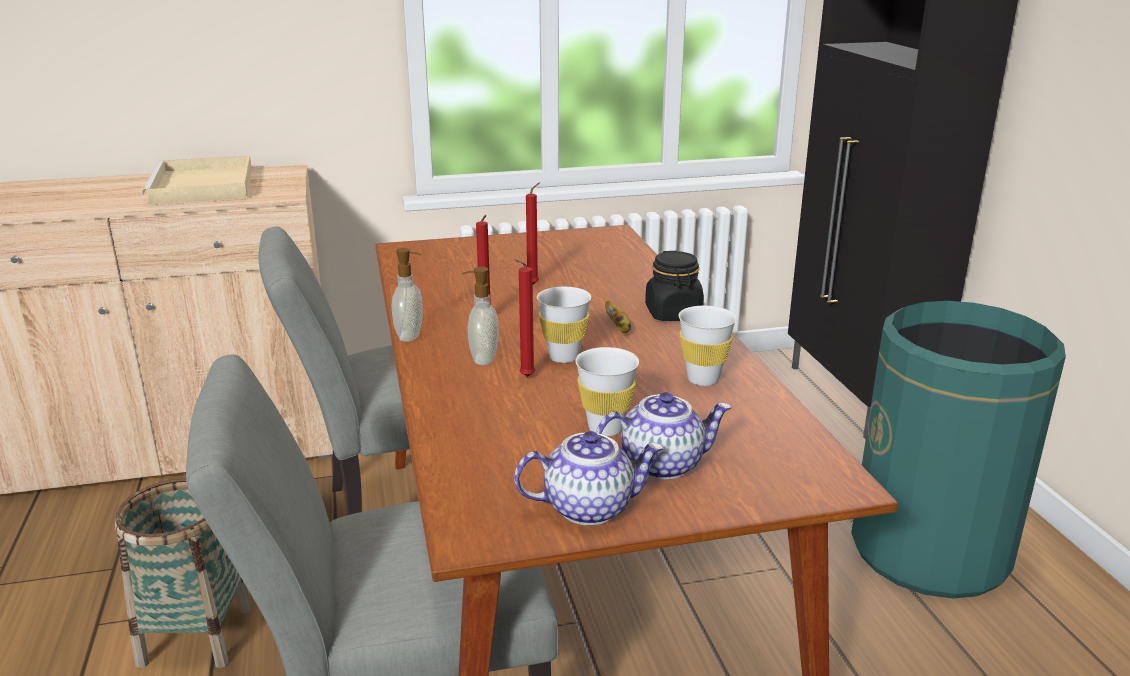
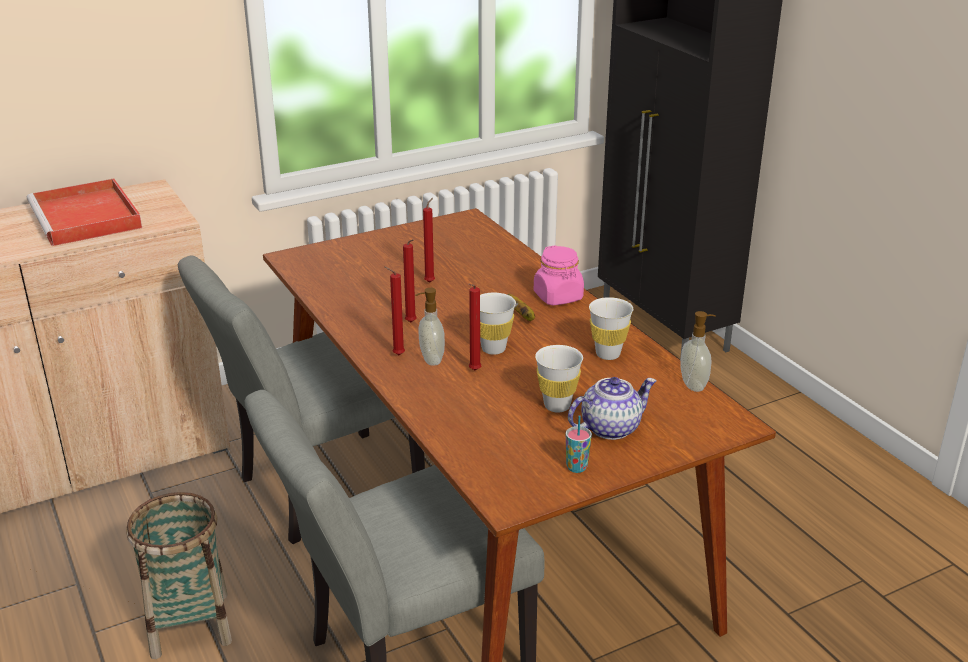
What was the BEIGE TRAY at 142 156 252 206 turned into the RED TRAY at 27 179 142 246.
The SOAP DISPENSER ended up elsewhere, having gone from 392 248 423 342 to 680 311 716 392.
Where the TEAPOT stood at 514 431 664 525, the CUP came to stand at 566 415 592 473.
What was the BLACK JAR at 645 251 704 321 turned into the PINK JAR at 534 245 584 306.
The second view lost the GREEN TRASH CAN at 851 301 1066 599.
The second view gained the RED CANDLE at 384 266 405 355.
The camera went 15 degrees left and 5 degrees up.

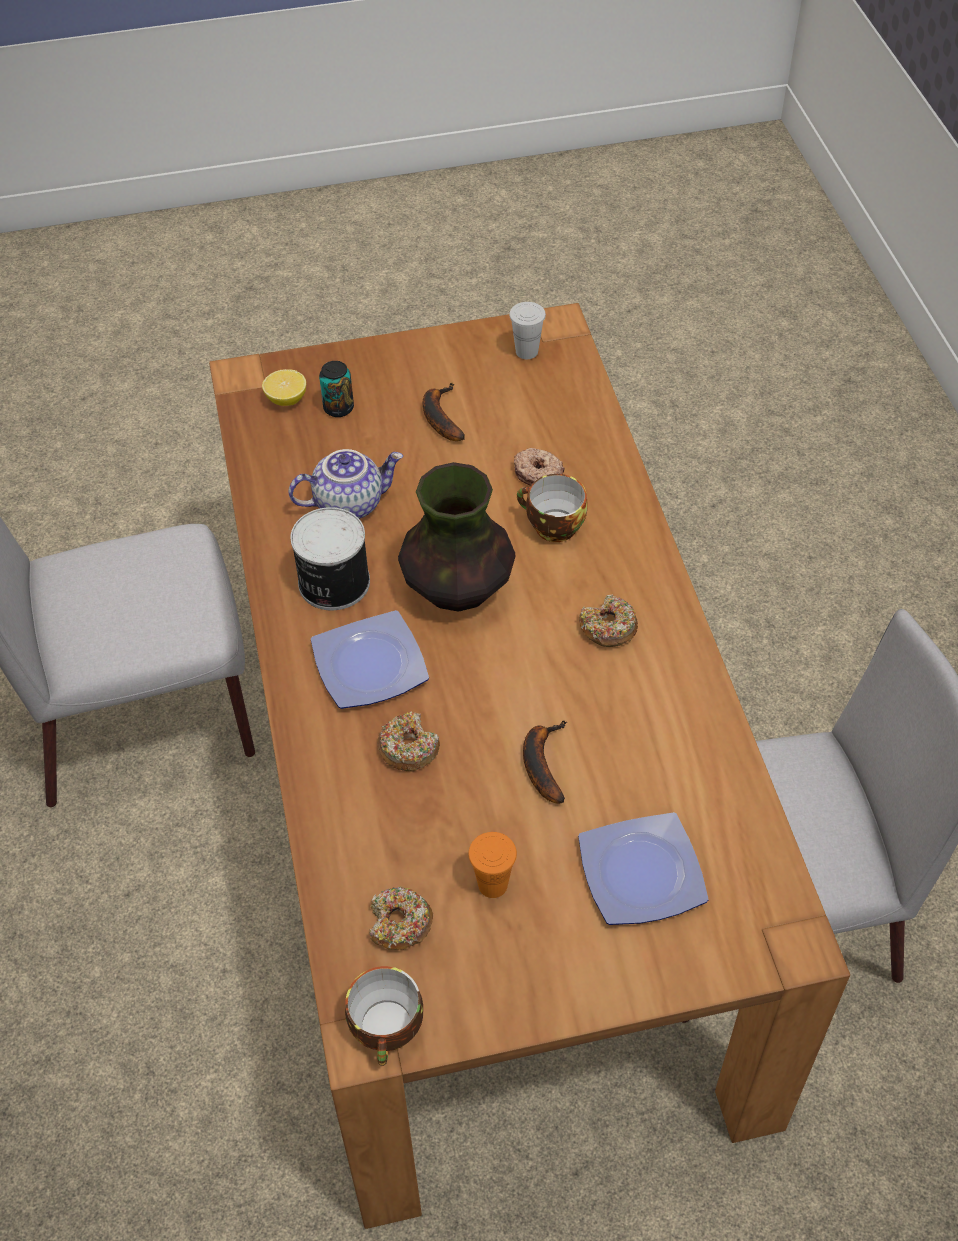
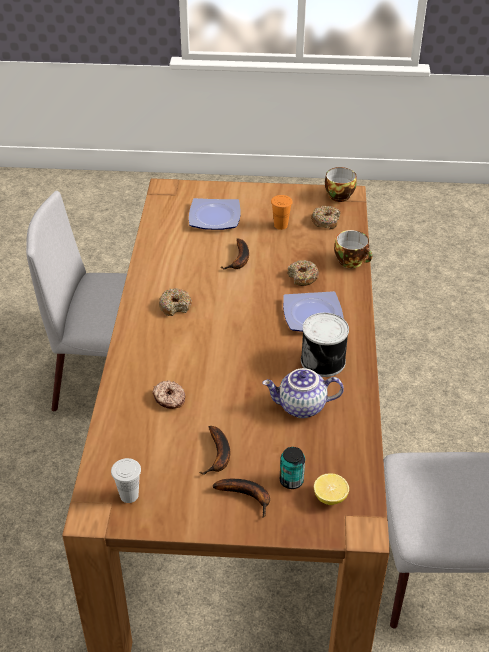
The second view lost the VASE at 398 462 515 612.
The CUP ended up elsewhere, having gone from 517 474 588 542 to 334 230 372 268.
The second view gained the BANANA at 212 479 270 518.
The camera went 165 degrees left and 10 degrees down.

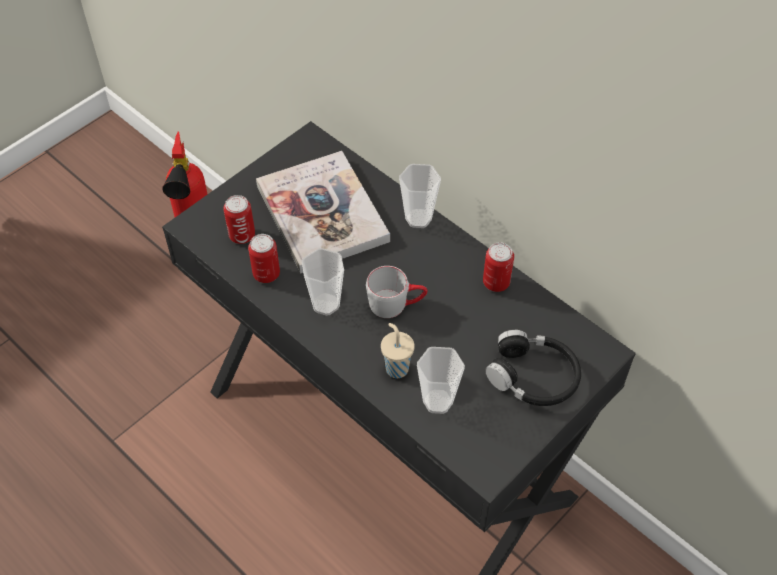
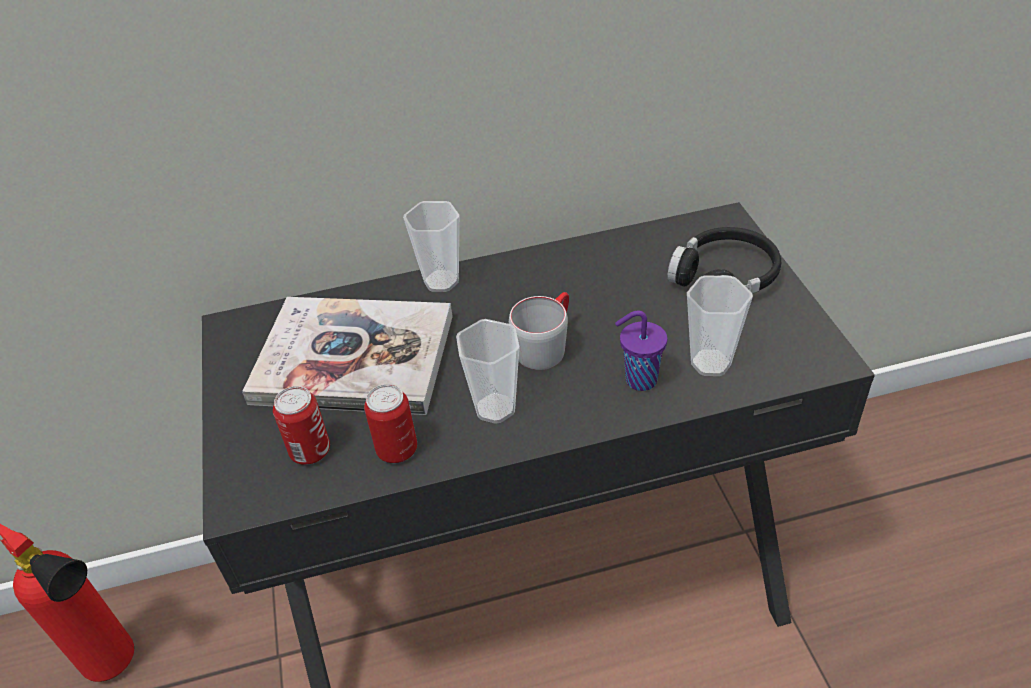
What was the BEIGE CUP at 381 323 415 378 turned into the PURPLE CUP at 615 310 667 391.
The second view lost the CAN at 483 242 514 292.
The camera went 55 degrees left and 10 degrees down.

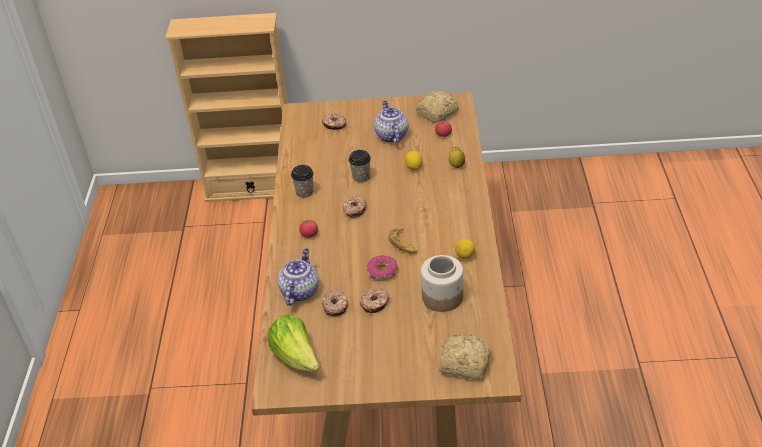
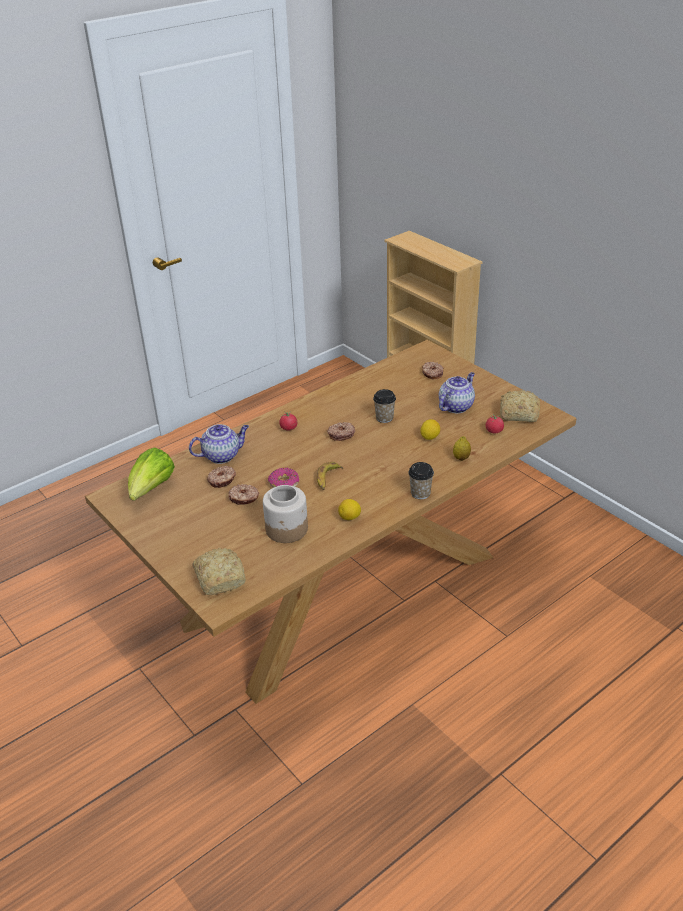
The CUP ended up elsewhere, having gone from 291 165 313 198 to 408 462 434 499.
The camera went 50 degrees right and 5 degrees down.

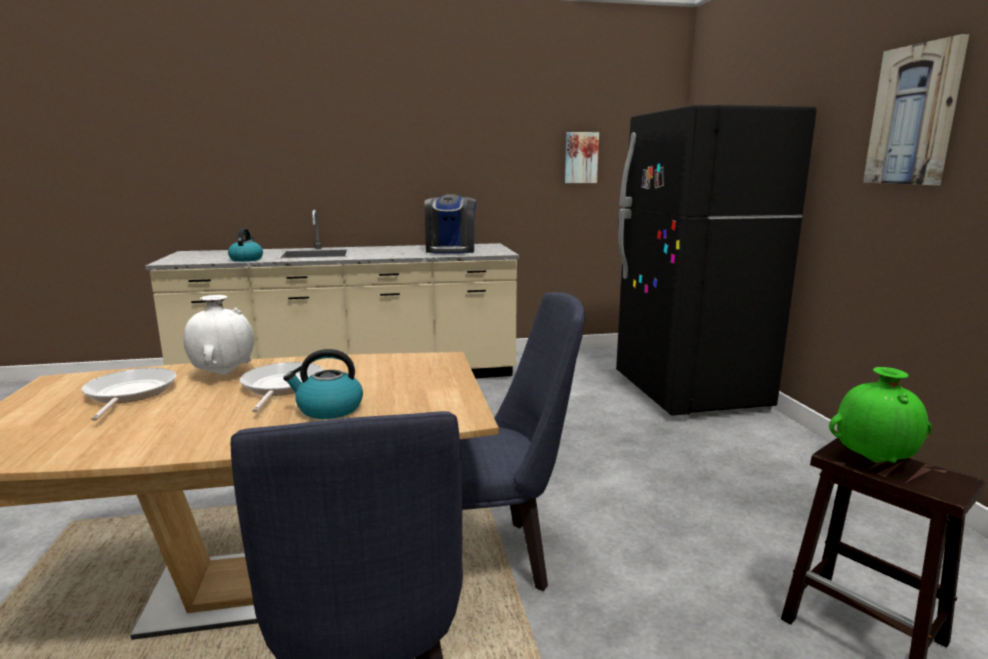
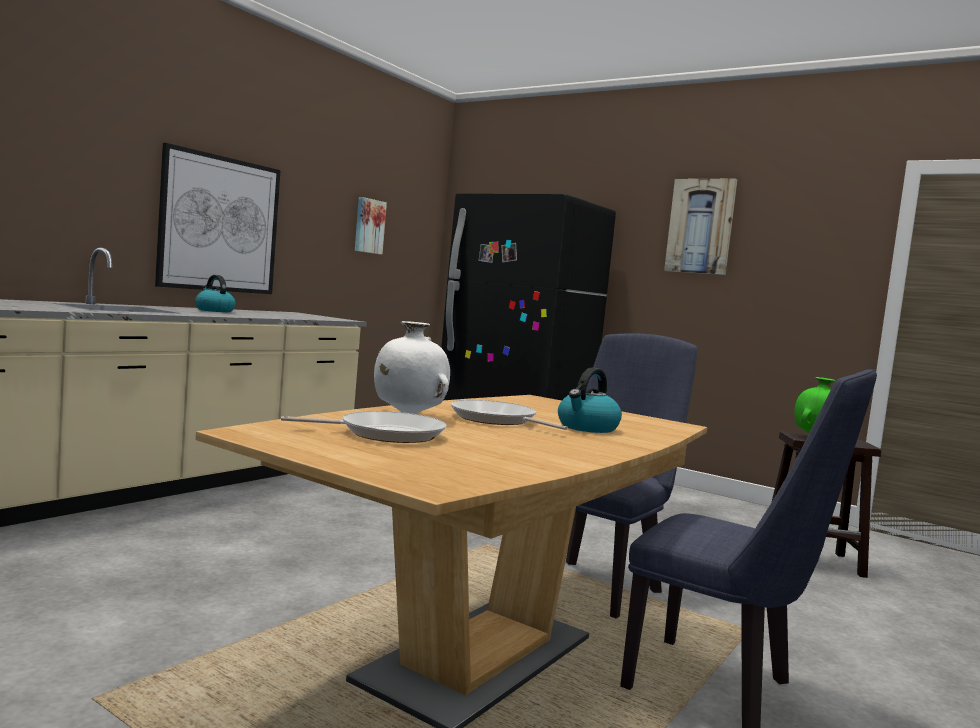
The FRYING PAN at 81 368 176 421 ended up facing another way, 135 degrees clockwise from before.
The KETTLE ended up elsewhere, having gone from 228 228 263 262 to 195 275 235 312.
The second view lost the COFFEE MACHINE at 425 194 476 254.
The second view gained the PICTURE at 155 143 281 294.
The camera went 45 degrees left and 10 degrees down.

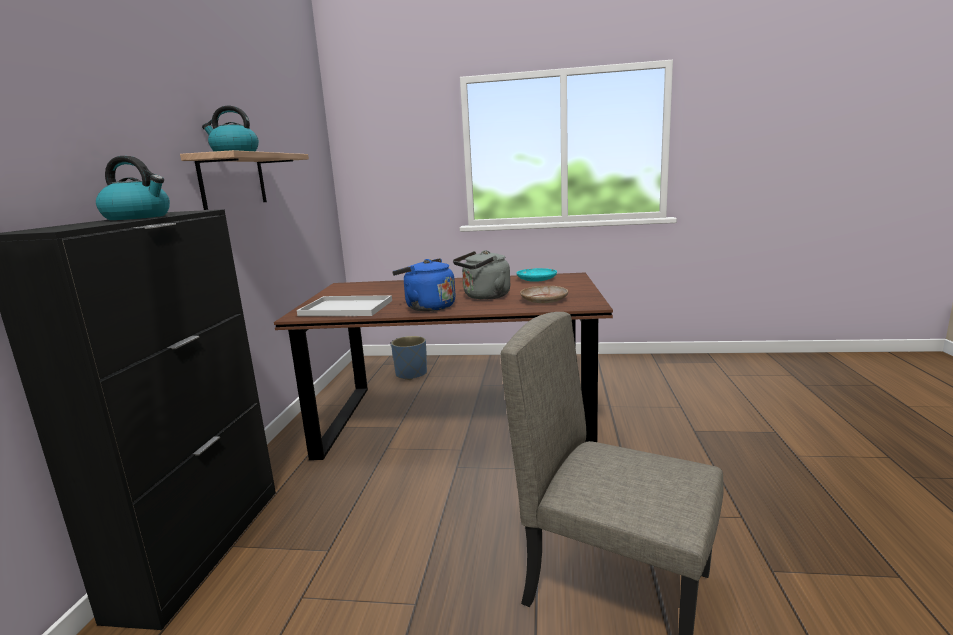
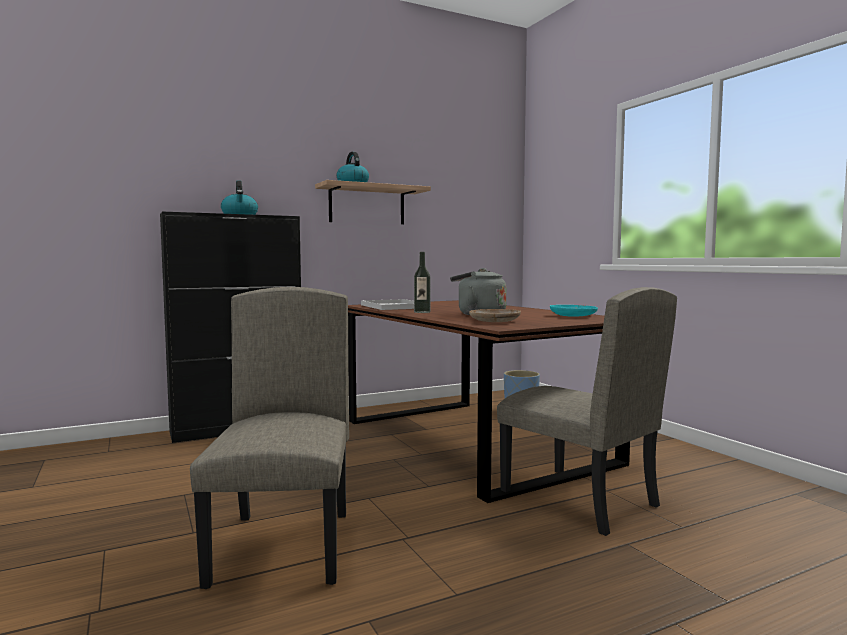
Where the BLUE KETTLE stood at 392 258 456 312, the BOTTLE came to stand at 414 252 431 313.
The second view gained the BEIGE CHAIR at 497 287 677 536.
The camera went 55 degrees right and 10 degrees down.

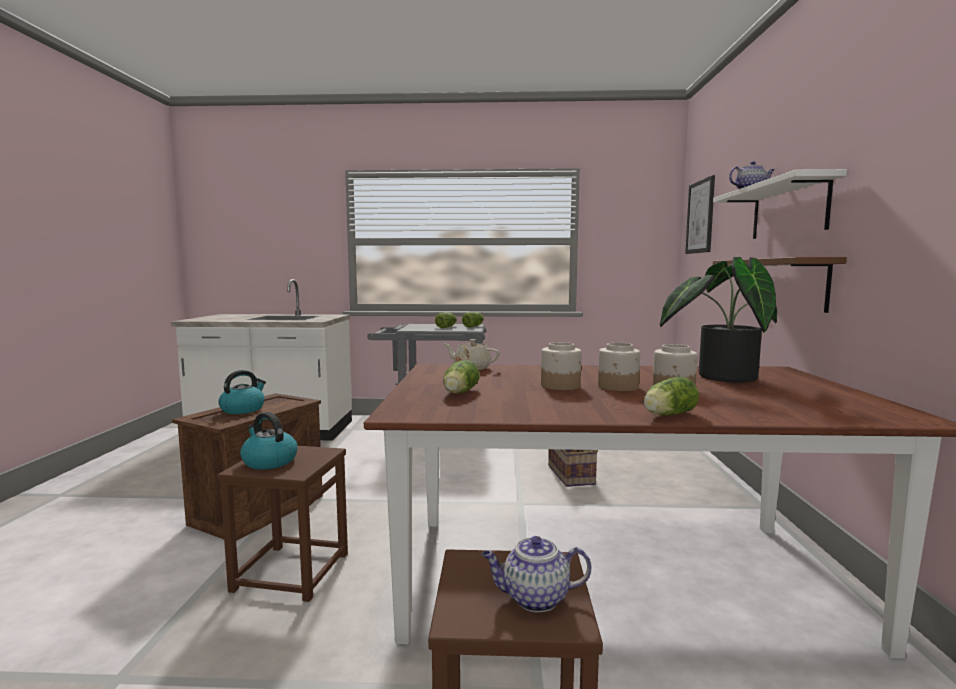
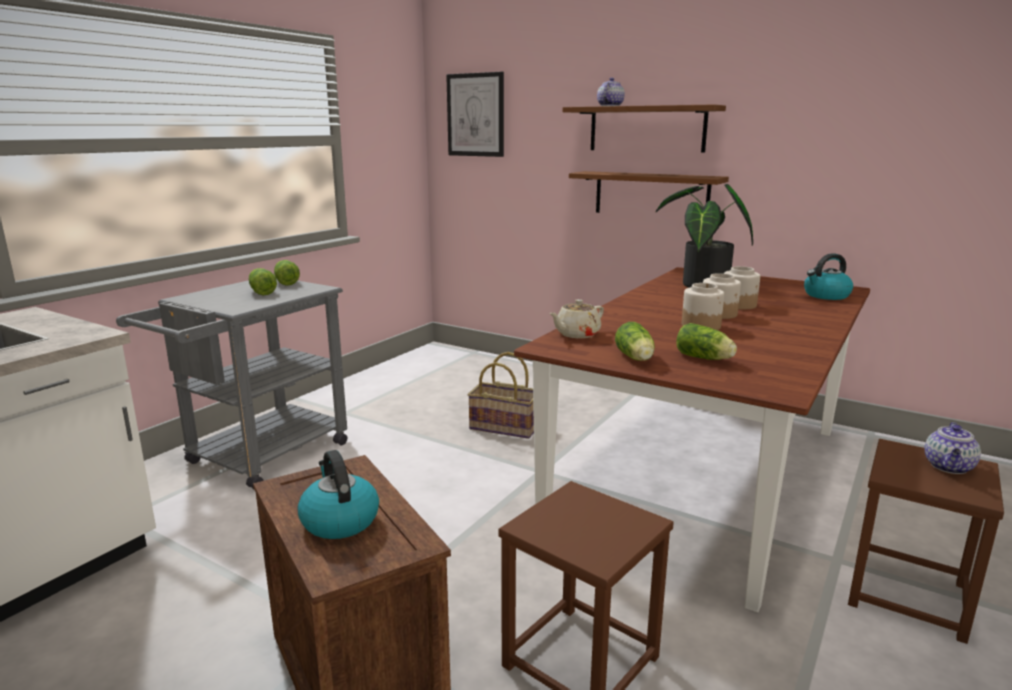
The KETTLE ended up elsewhere, having gone from 240 412 298 469 to 804 253 853 300.
The LETTUCE ended up elsewhere, having gone from 644 377 699 415 to 615 322 655 361.
What was the WHITE SHELF at 713 169 847 239 turned into the BROWN SHELF at 563 104 726 153.
The camera went 60 degrees left and 10 degrees up.

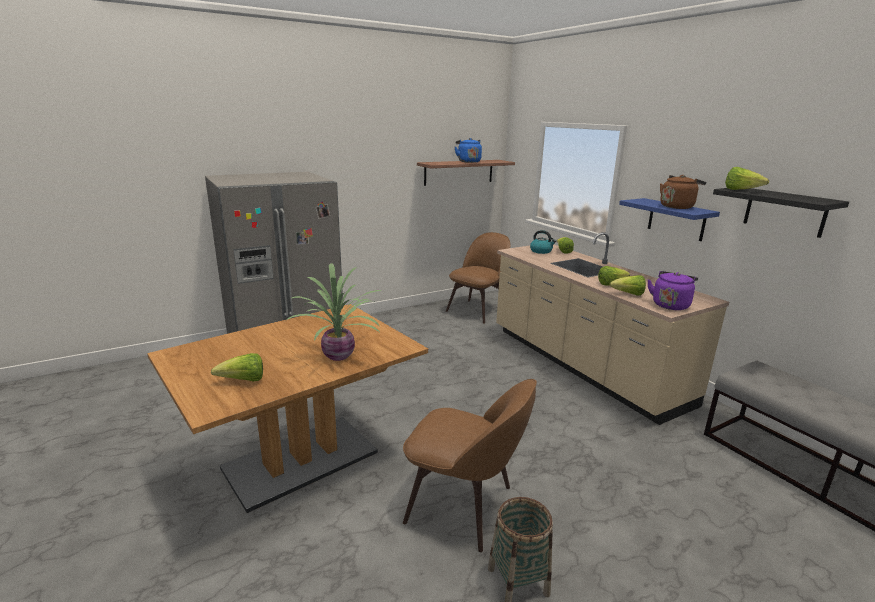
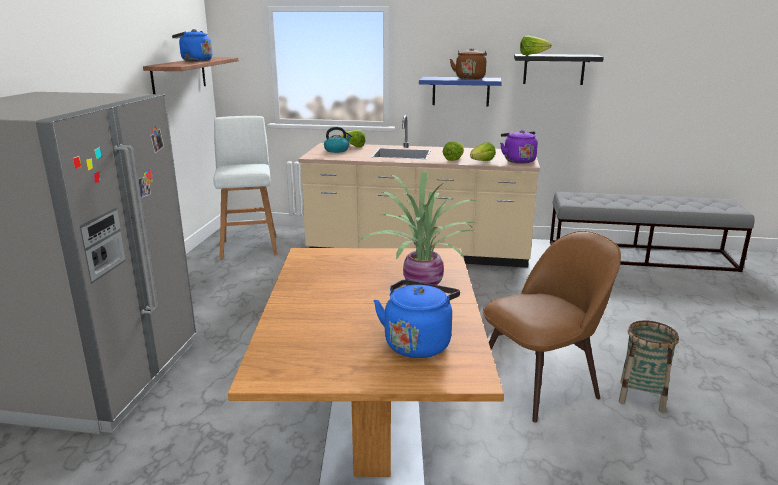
Where the LETTUCE stood at 211 353 263 382, the BLUE KETTLE came to stand at 374 280 460 358.
Where the BROWN CHAIR stood at 446 232 510 324, the WHITE STOOL came to stand at 213 116 278 259.
The camera went 50 degrees left and 0 degrees up.

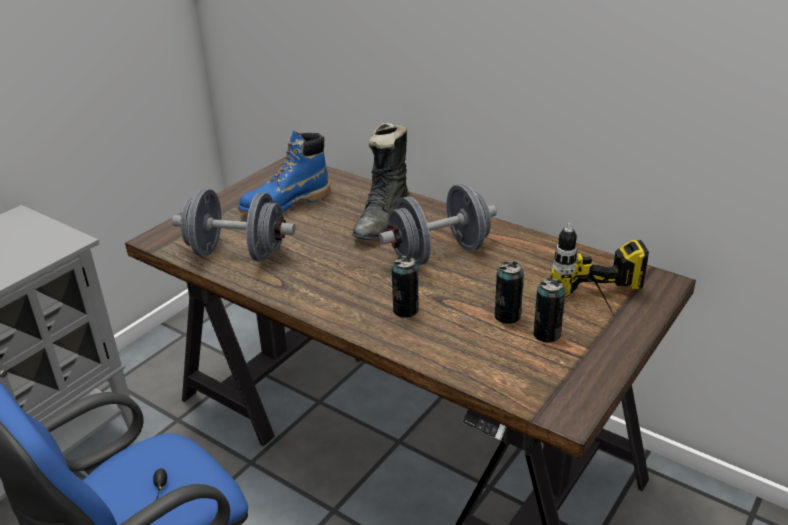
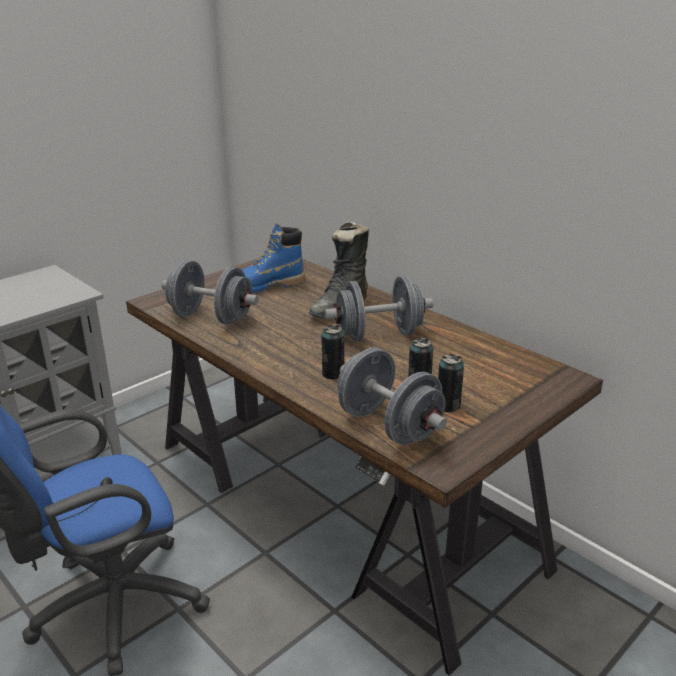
The second view lost the POWER DRILL at 550 223 649 317.
The second view gained the GREY DUMBBELL at 337 348 447 445.
The camera went 10 degrees right and 5 degrees down.

